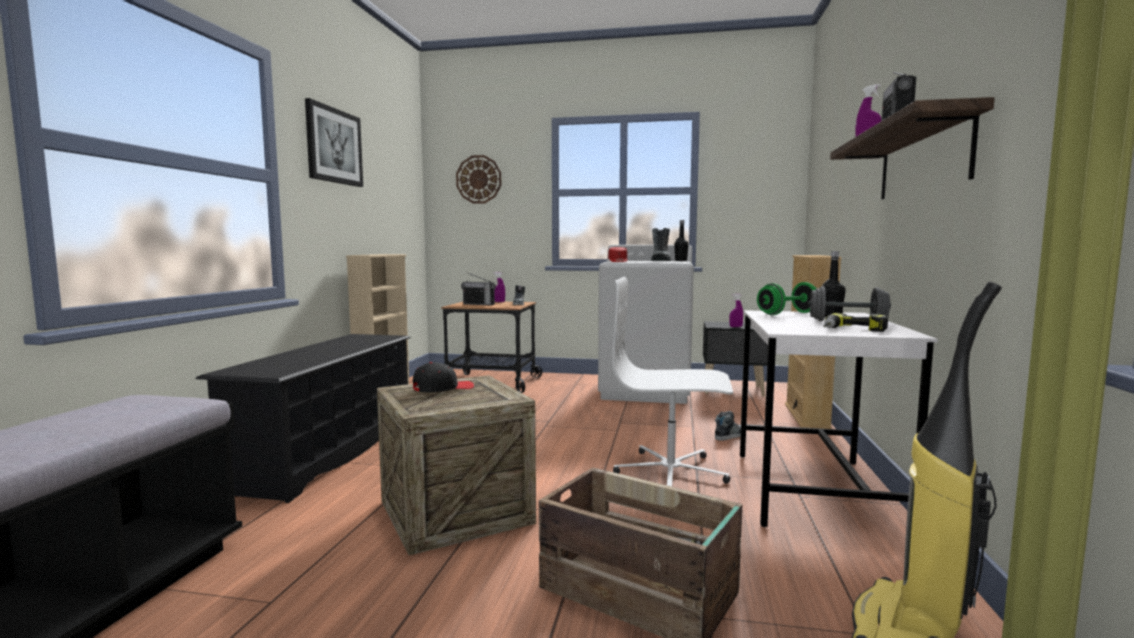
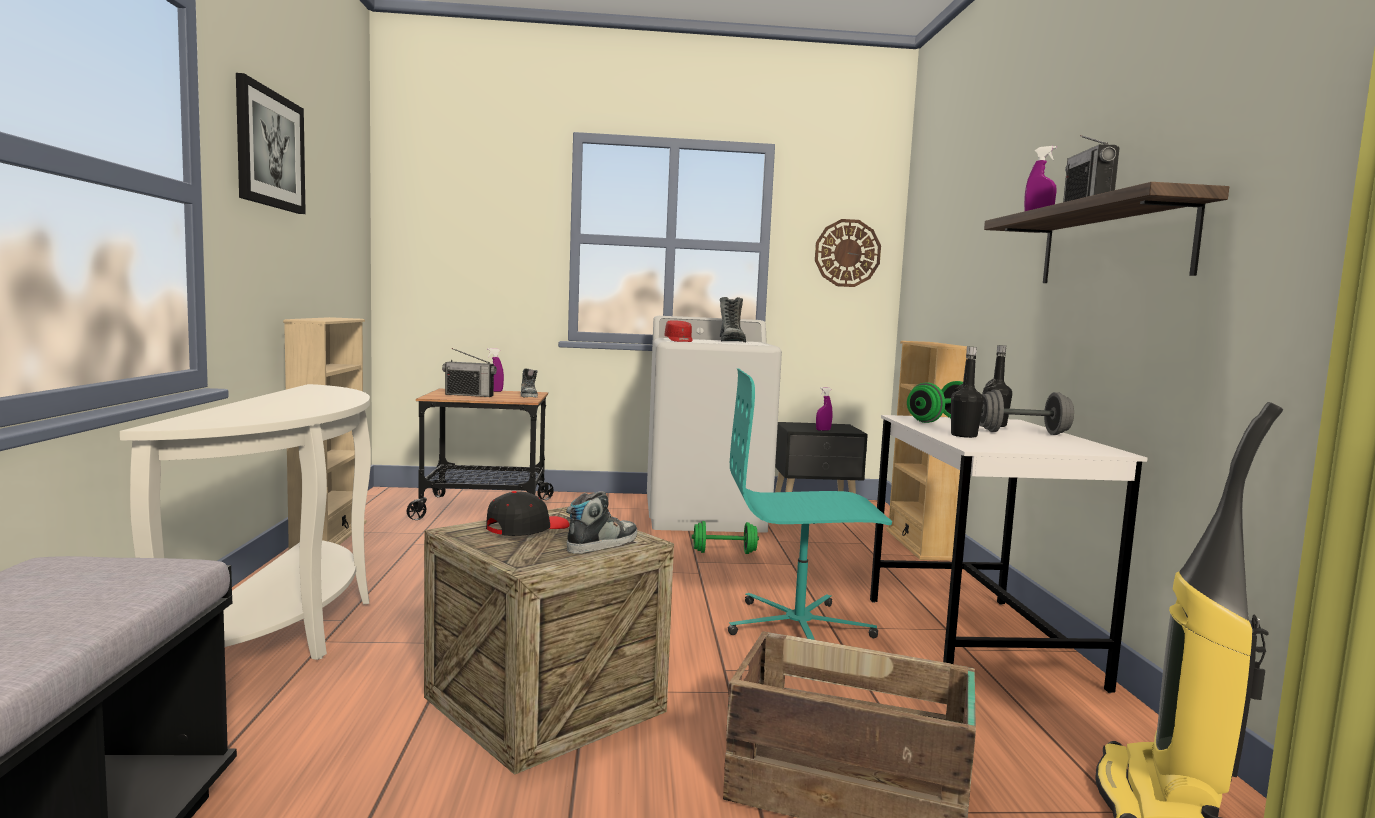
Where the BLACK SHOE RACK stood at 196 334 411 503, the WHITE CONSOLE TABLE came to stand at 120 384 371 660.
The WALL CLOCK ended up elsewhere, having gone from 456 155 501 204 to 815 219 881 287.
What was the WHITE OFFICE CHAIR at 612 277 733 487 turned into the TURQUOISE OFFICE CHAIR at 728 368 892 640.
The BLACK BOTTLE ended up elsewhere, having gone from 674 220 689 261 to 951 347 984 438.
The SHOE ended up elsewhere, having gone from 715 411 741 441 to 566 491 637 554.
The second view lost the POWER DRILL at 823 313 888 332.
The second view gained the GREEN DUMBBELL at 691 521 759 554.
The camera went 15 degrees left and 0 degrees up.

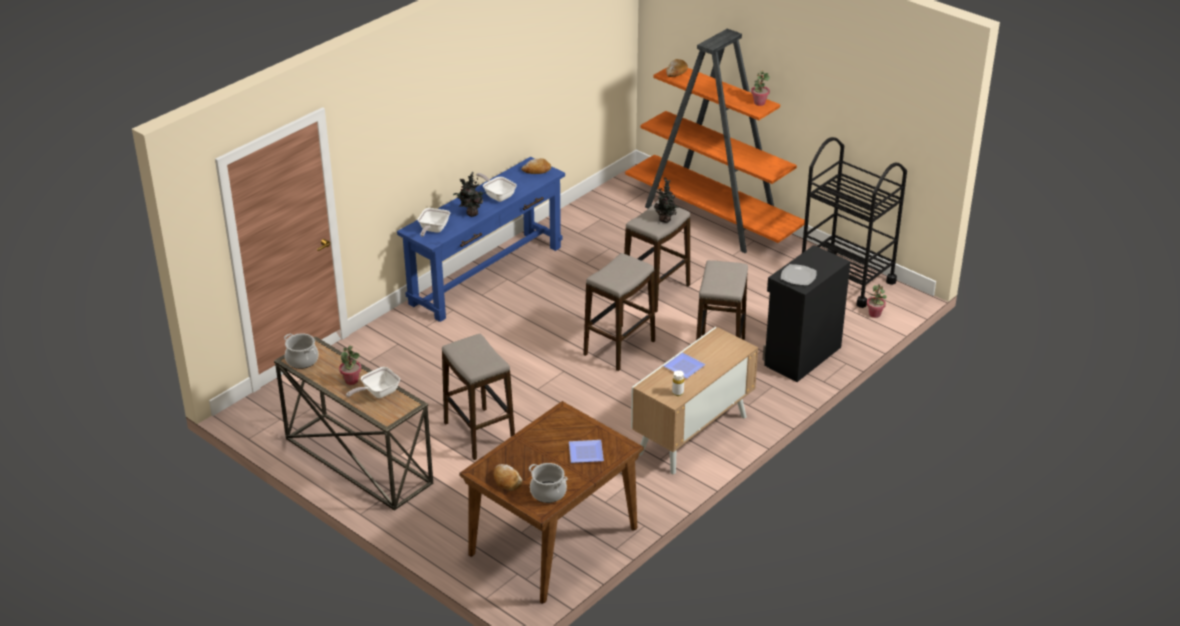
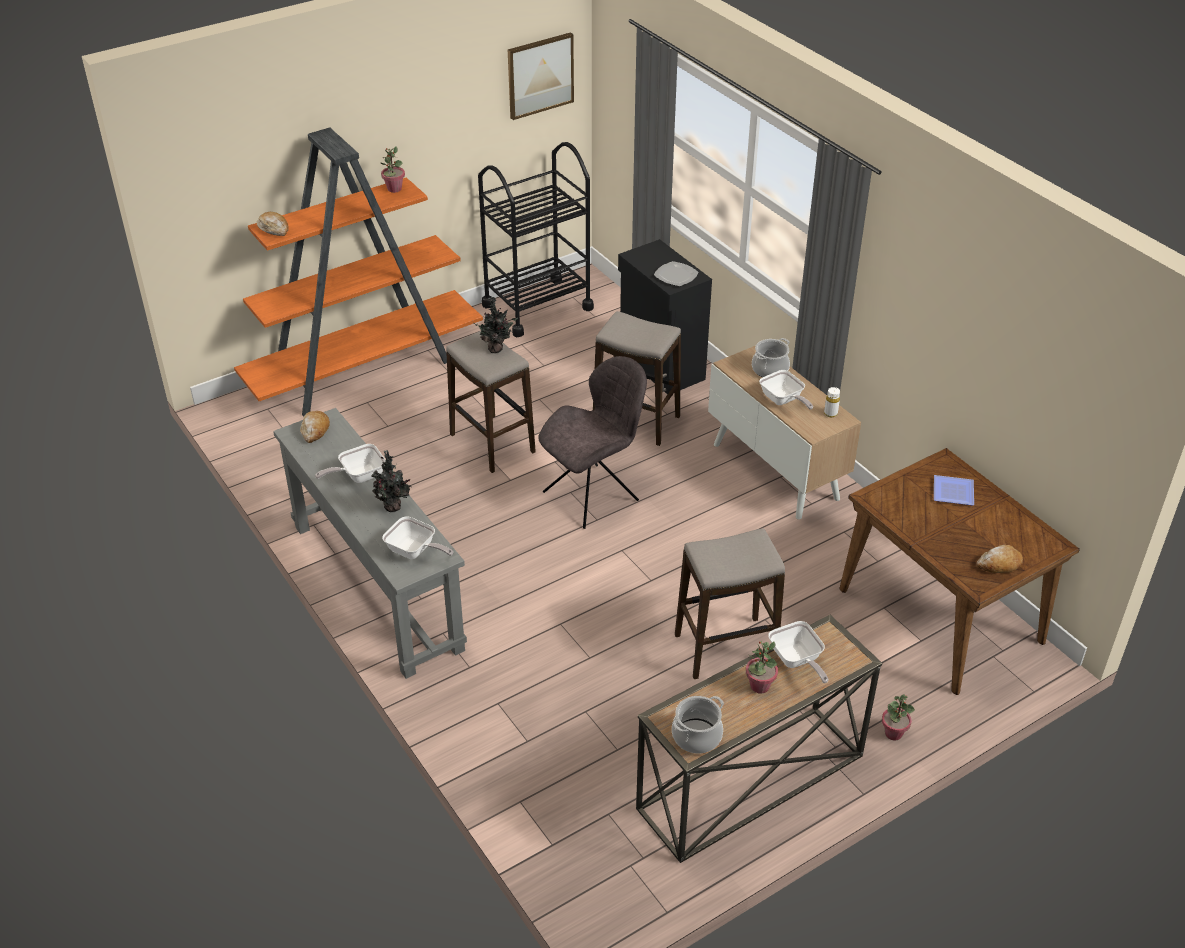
What was the BLUE CONSOLE TABLE at 397 157 565 322 turned into the GREY CONSOLE TABLE at 273 408 467 679.
The COOKING POT ended up elsewhere, having gone from 529 463 567 503 to 752 338 790 377.
Where the STOOL stood at 583 253 655 371, the GREY CHAIR came to stand at 538 356 647 529.
Where the PLATE stood at 664 353 706 378, the FRYING PAN came to stand at 759 370 813 410.
The POTTED PLANT ended up elsewhere, having gone from 867 284 887 318 to 882 694 915 741.
The second view gained the PICTURE at 508 32 574 120.
The camera went 75 degrees left and 5 degrees up.

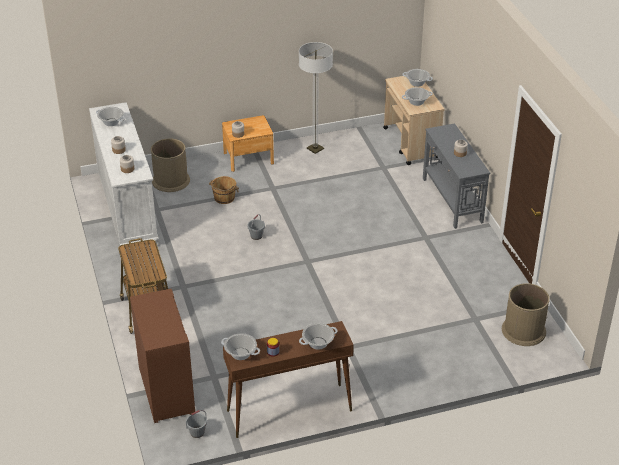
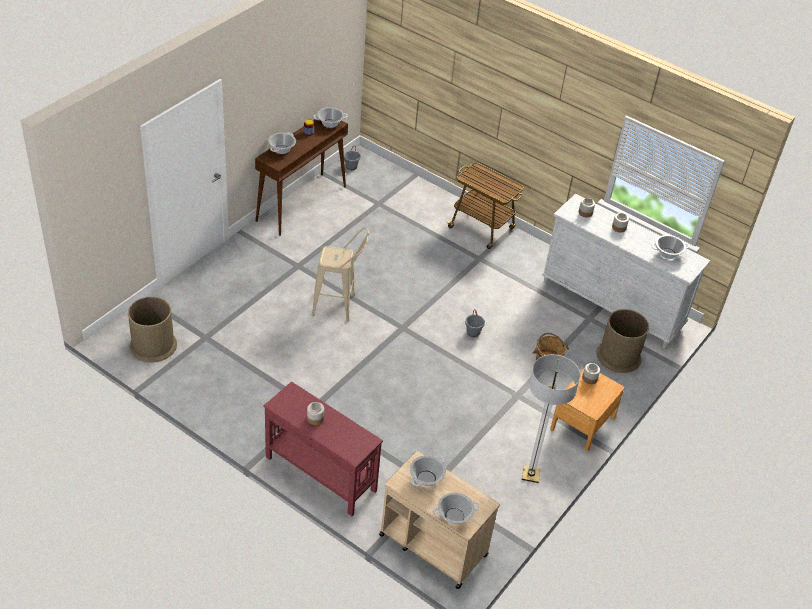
The second view lost the BROWN CABINET at 130 289 195 423.
What was the GREY CONSOLE TABLE at 423 123 490 229 turned into the RED CONSOLE TABLE at 263 381 383 516.
The second view gained the BEIGE STOOL at 312 227 369 321.
The camera went 140 degrees right and 5 degrees up.

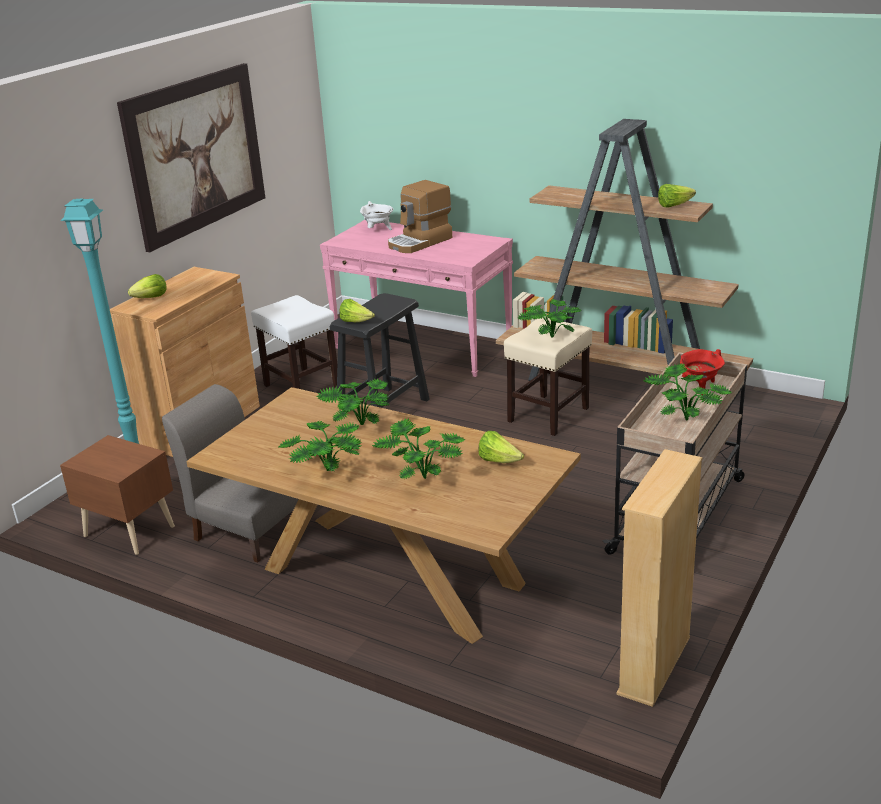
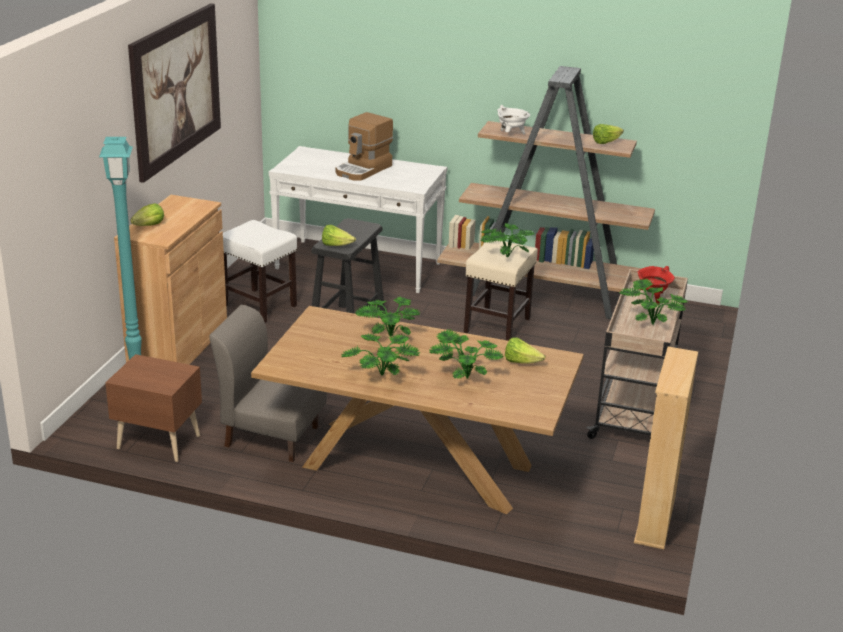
What was the PINK CONSOLE TABLE at 320 220 513 377 turned into the WHITE CONSOLE TABLE at 269 146 447 293.
The WHITE COOKING POT ended up elsewhere, having gone from 360 201 394 230 to 497 105 530 134.
The camera went 15 degrees left and 0 degrees up.

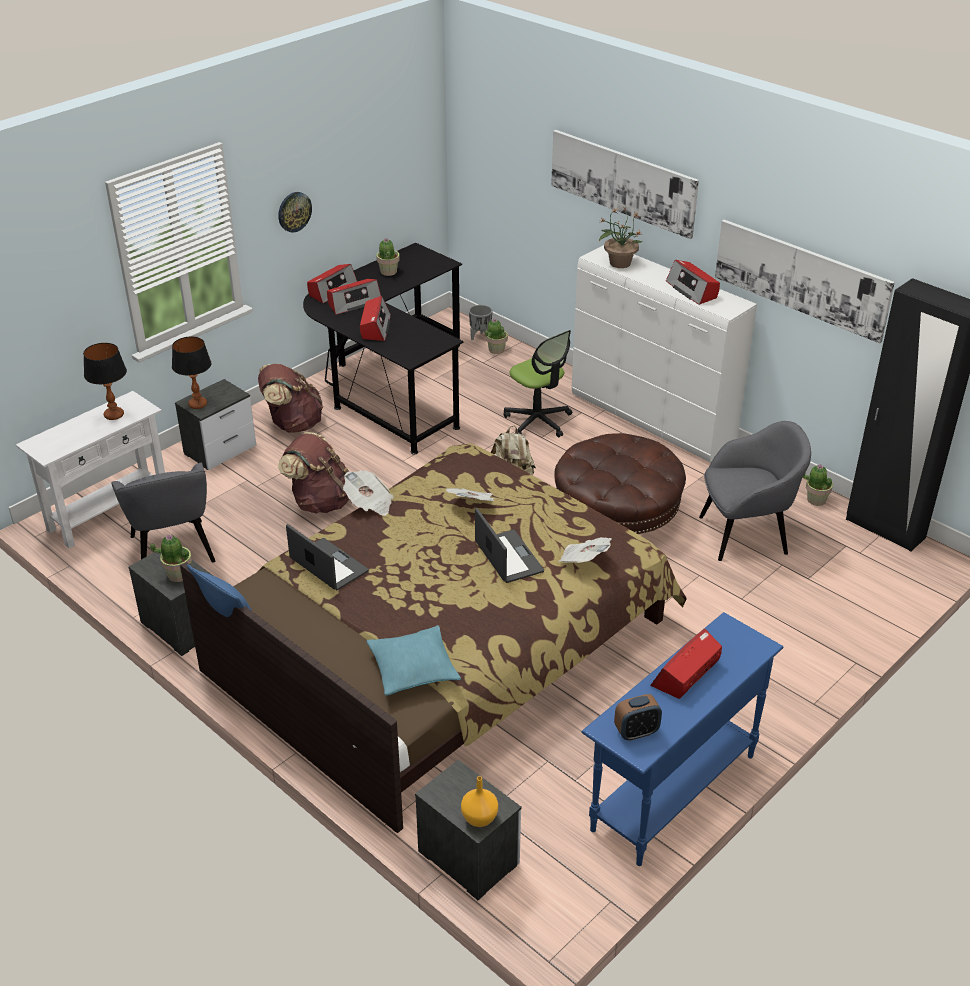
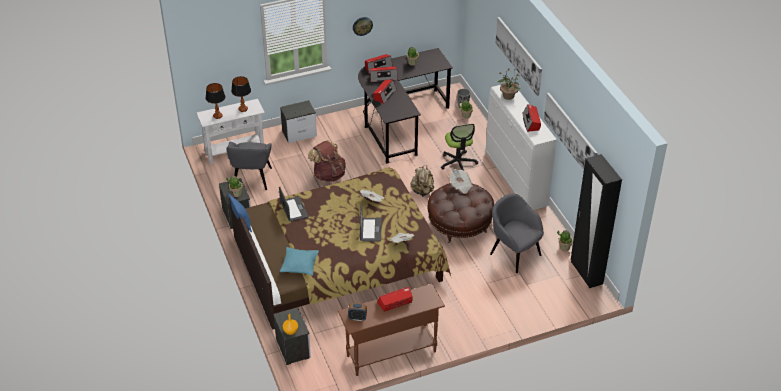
The TABLE LAMP ended up elsewhere, having gone from 172 337 211 409 to 206 83 225 119.
The second view lost the BROWN BACKPACK at 258 364 323 433.
The NEWSPAPER ended up elsewhere, having gone from 343 470 394 516 to 450 169 473 194.
What was the BLUE CONSOLE TABLE at 581 612 783 866 turned into the BROWN CONSOLE TABLE at 338 284 445 376.
The GREY ARMCHAIR at 699 421 811 561 ended up facing another way, 150 degrees counterclockwise from before.
The camera went 25 degrees right and 5 degrees up.

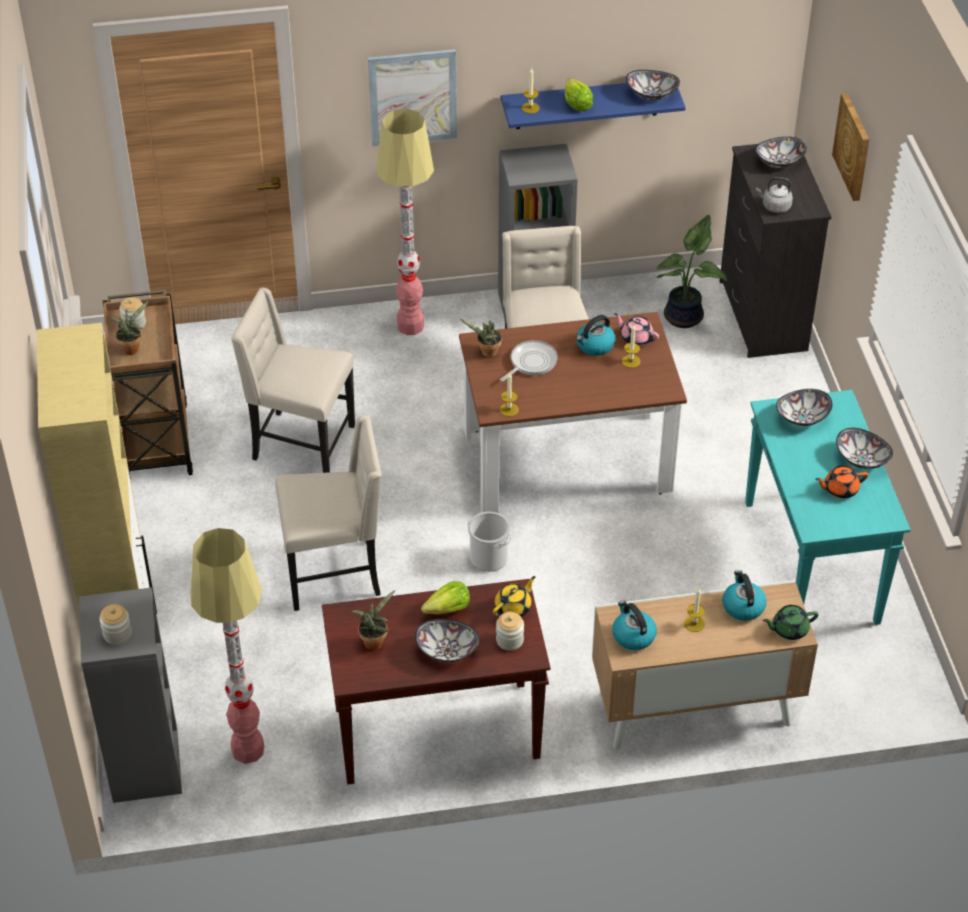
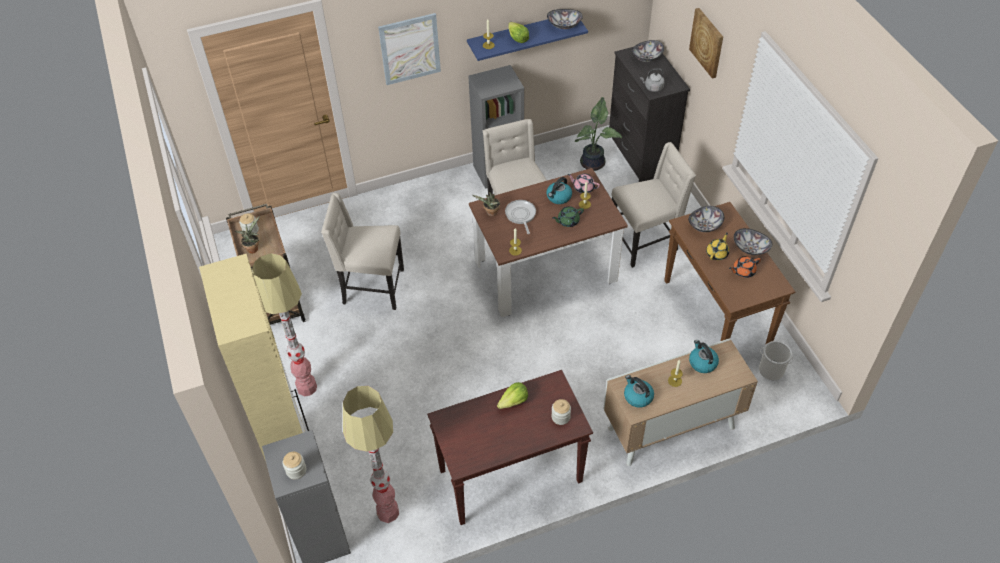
The BEIGE CHAIR ended up elsewhere, having gone from 275 416 382 611 to 611 142 696 268.
The second view lost the POTTED PLANT at 351 590 395 650.
The FLOOR LAMP ended up elsewhere, having gone from 376 109 434 335 to 252 253 317 396.
The second view lost the BOWL at 415 619 479 662.
The BUCKET ended up elsewhere, having gone from 467 512 511 572 to 759 341 793 380.
The YELLOW TEAPOT ended up elsewhere, having gone from 493 576 535 617 to 706 233 729 260.
The FRYING PAN at 500 340 558 381 ended up facing another way, 45 degrees counterclockwise from before.
What was the TURQUOISE CONSOLE TABLE at 745 390 911 625 turned into the BROWN CONSOLE TABLE at 664 202 795 345.
The GREEN TEAPOT ended up elsewhere, having gone from 763 605 819 640 to 553 206 584 227.
The camera went 10 degrees left and 5 degrees up.

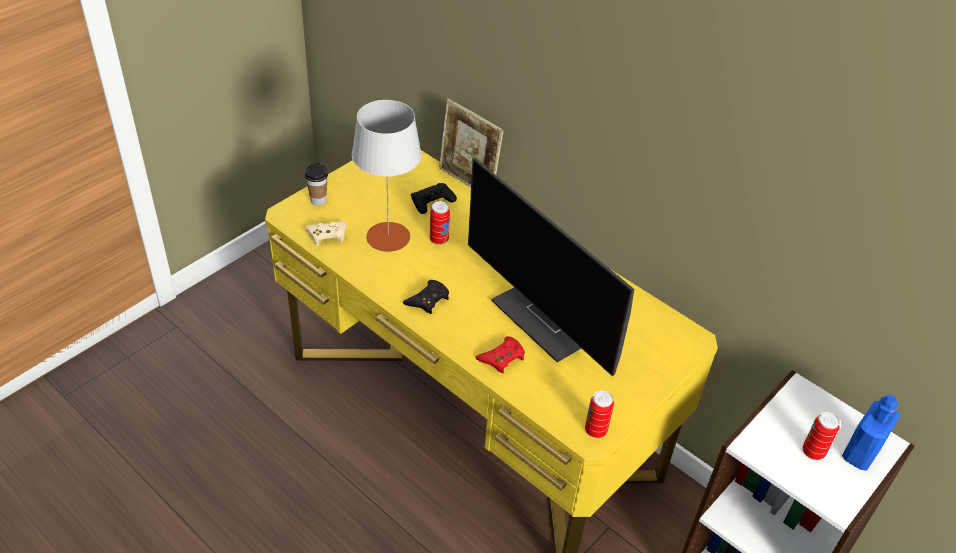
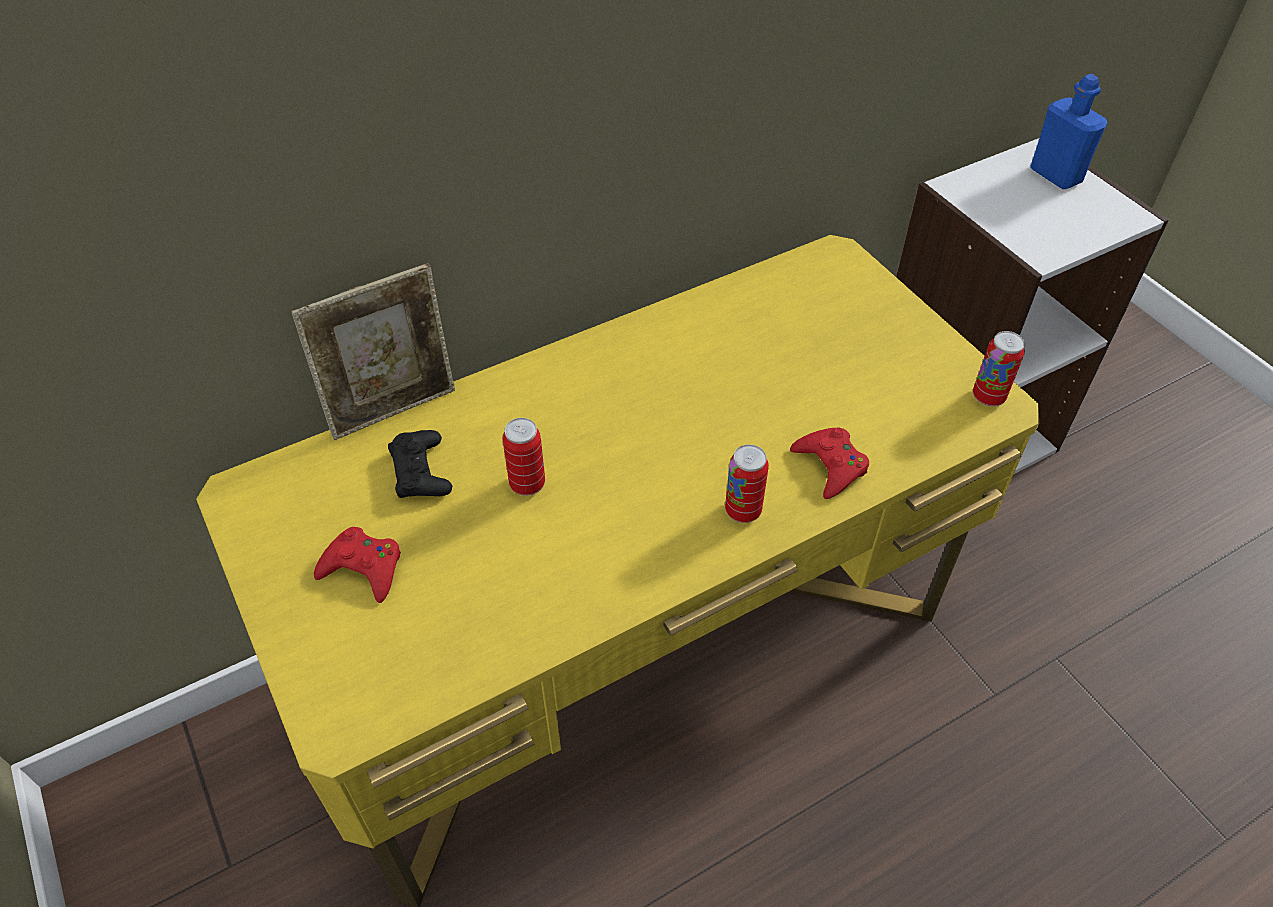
The second view lost the CUP at 305 163 328 206.
The second view lost the BEIGE GAME CONTROLLER at 306 221 347 246.
The second view lost the GREY TABLE LAMP at 352 100 422 252.
The second view lost the BLACK GAME CONTROLLER at 403 280 449 314.
The second view lost the MONITOR at 468 158 634 377.
The CAN ended up elsewhere, having gone from 803 412 840 460 to 725 444 769 523.
The second view gained the RED GAME CONTROLLER at 314 527 401 603.
The camera went 70 degrees left and 5 degrees up.

